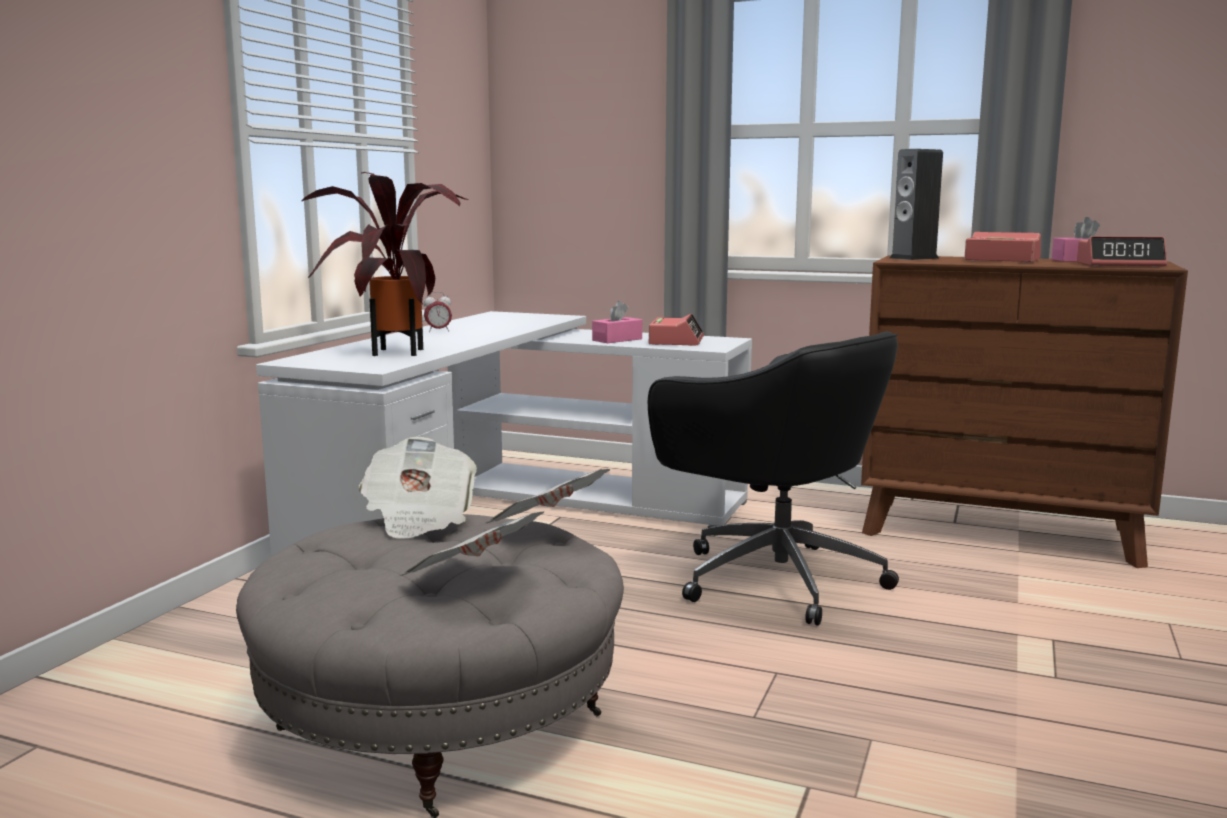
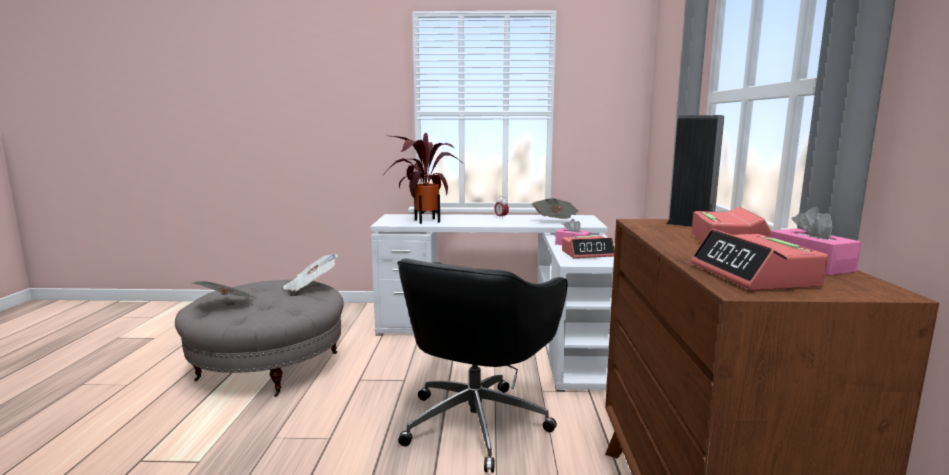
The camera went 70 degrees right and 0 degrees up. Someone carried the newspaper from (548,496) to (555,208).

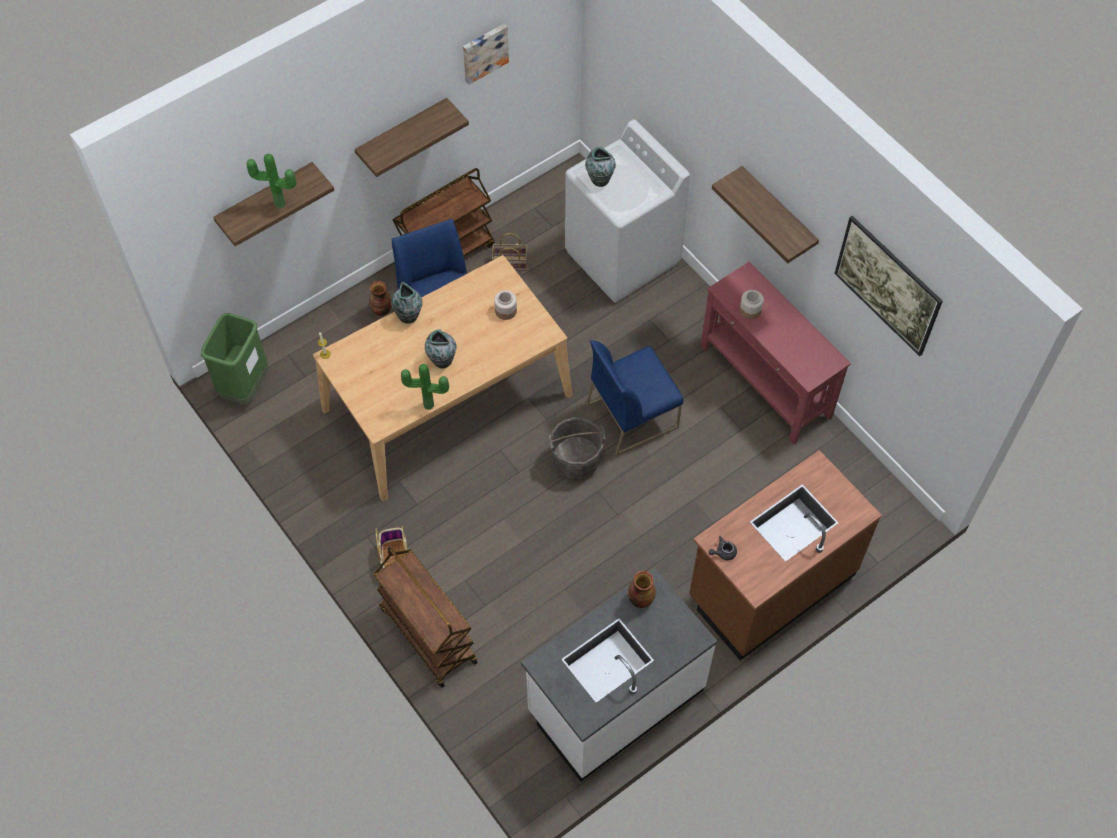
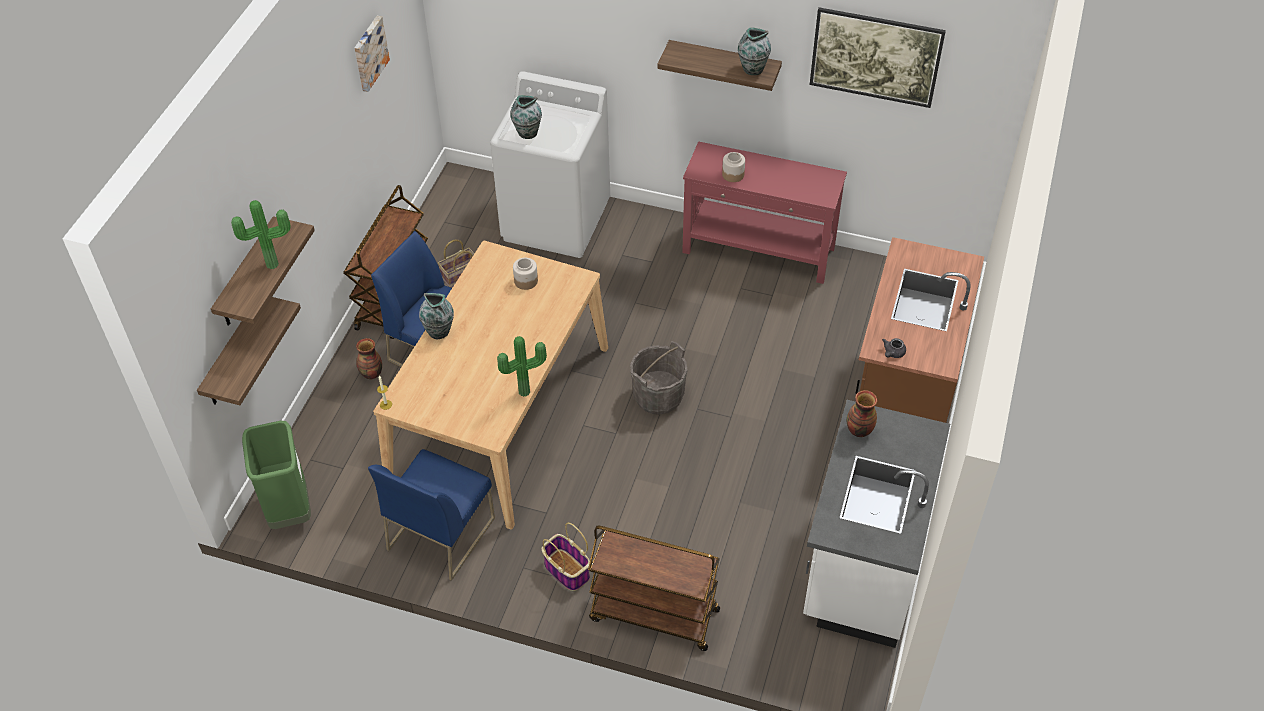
The camera went 35 degrees left and 10 degrees down. Someone carried the bracket shelf from (412,137) to (249,351). Someone carried the flower vase from (441,348) to (754,51). Someone carried the bluish plain chair from (634,398) to (431,515).

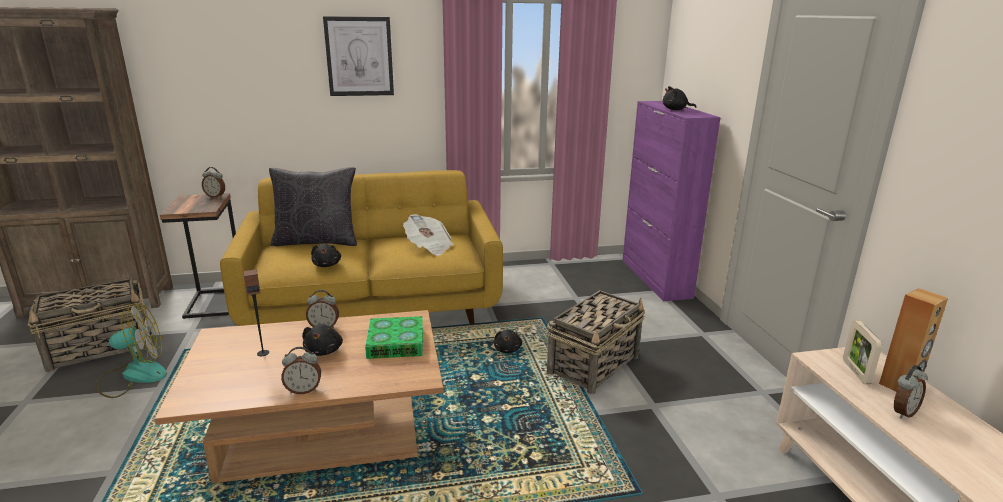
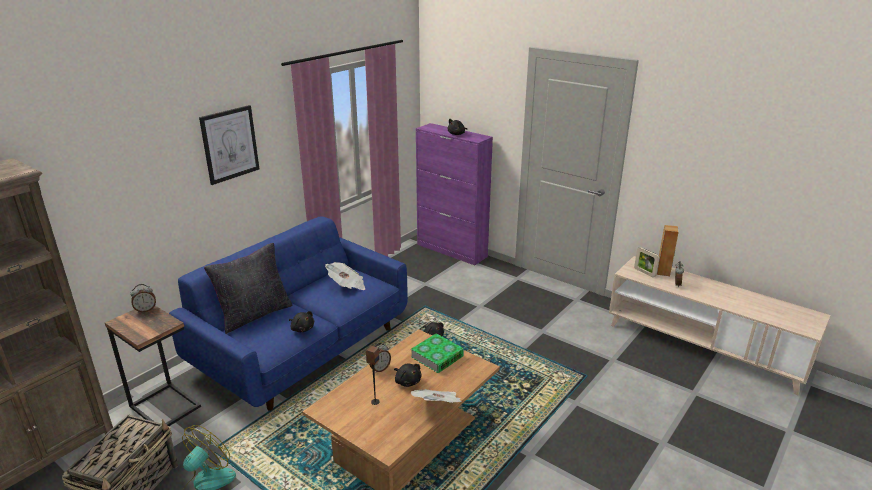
The camera went 40 degrees left and 5 degrees up. Someone repainted the yellowish sofa at (361,248), which became the bluish sofa at (288,313). Someone swapped the bedside clock at (301,370) for the newspaper at (436,396). Someone took away the basket at (596,342).

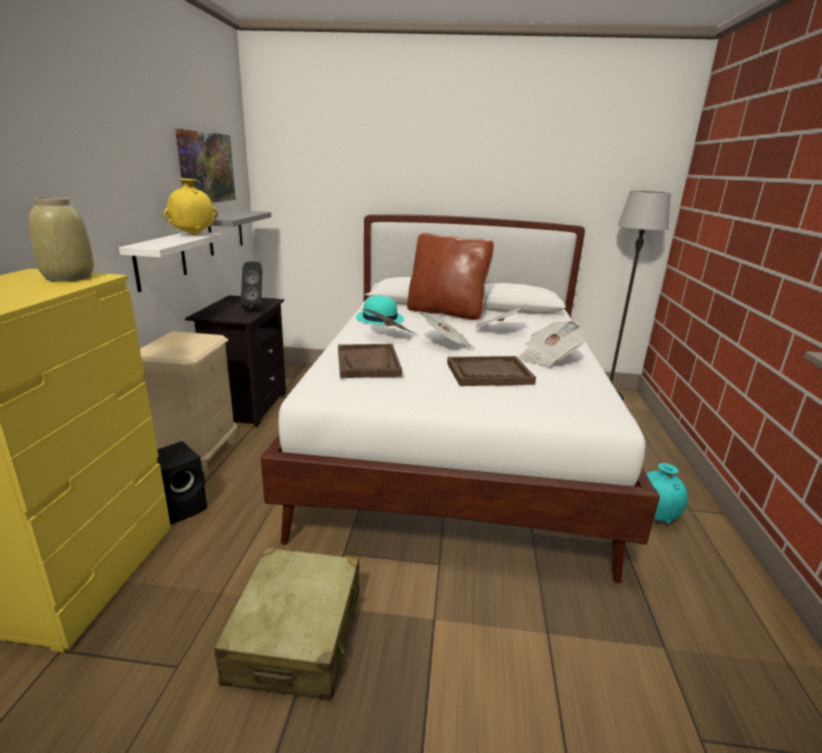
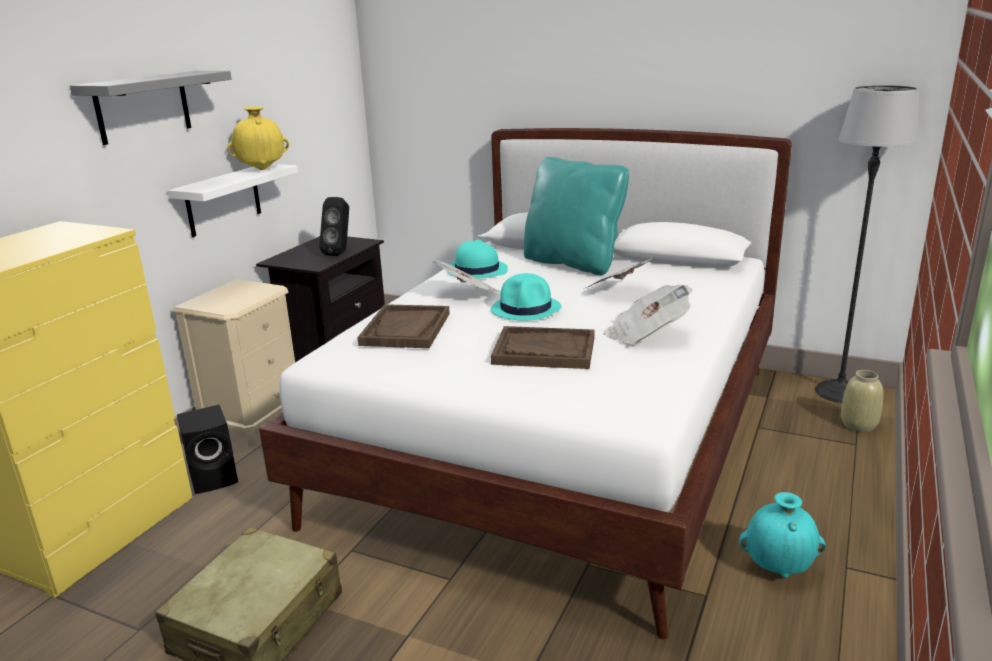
The camera went 20 degrees right and 0 degrees up. Someone carried the beige flower vase from (61,239) to (862,401). Someone took away the picture at (205,166). Someone carried the greyish bracket shelf from (239,233) to (151,108). Someone repainted the brown-coloured throw pillow at (450,276), which became the turquoise throw pillow at (576,216). Someone swapped the newspaper at (446,329) for the turquoise hat at (525,297).

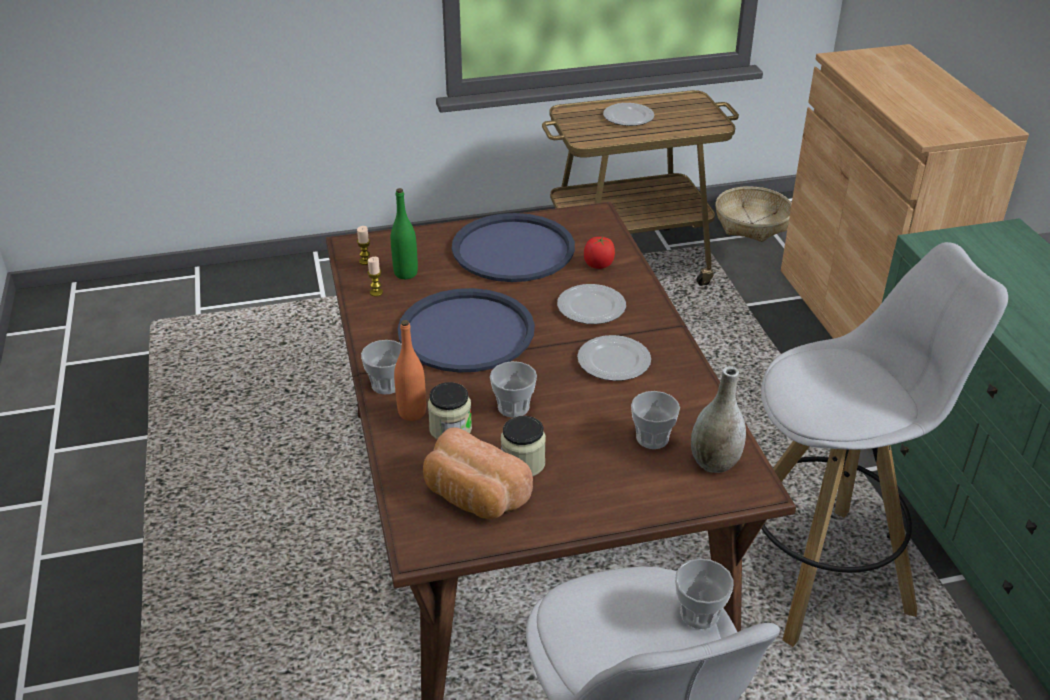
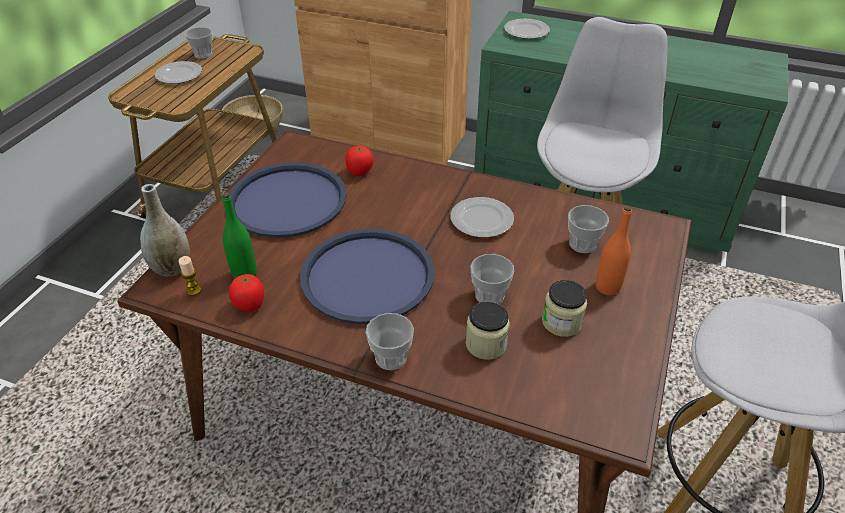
The camera went 55 degrees left and 5 degrees up. Someone swapped the candle at (375,277) for the tomato at (246,293). Someone carried the orange-coloured beverage bottle from (410,370) to (614,250). Someone took away the bakery bread at (478,473). Someone carried the dinner plate from (591,304) to (527,29). Someone carried the cup from (704,594) to (199,43). Someone carried the greyish flower vase from (718,419) to (165,230).

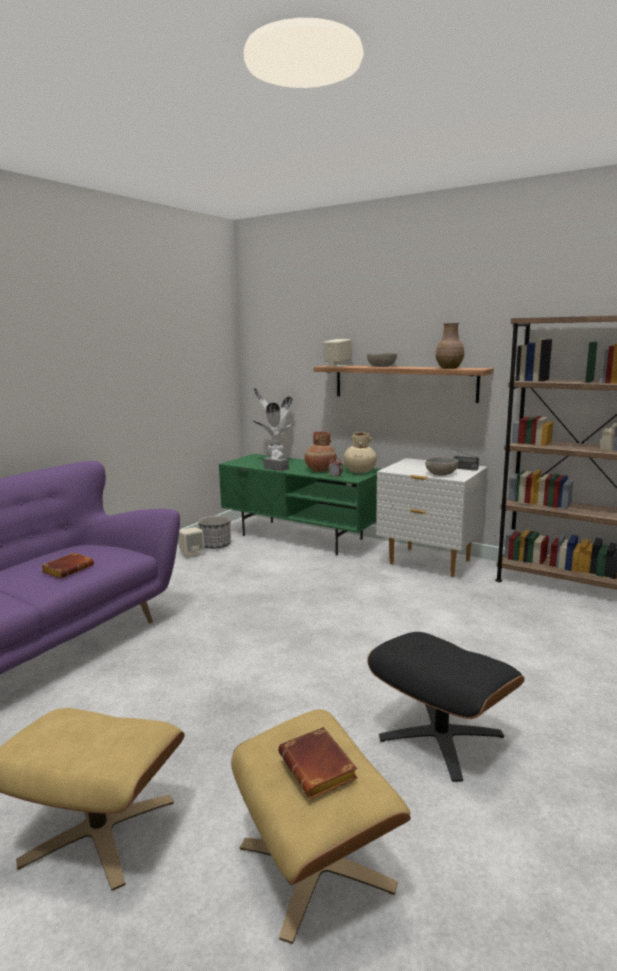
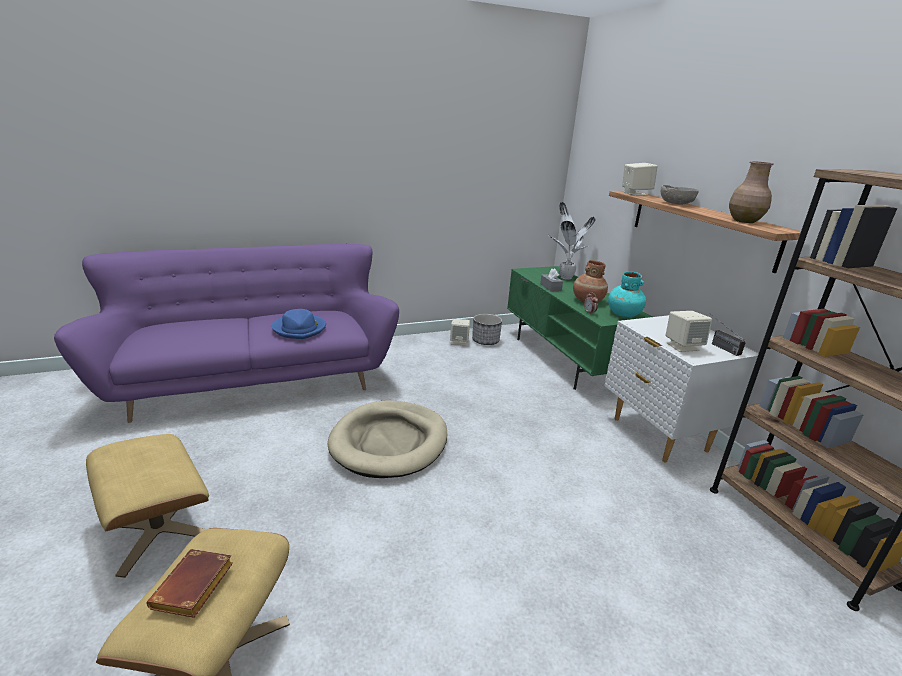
The camera went 35 degrees right and 10 degrees up. Someone swapped the brown-coloured volume at (67,566) for the bluish hat at (298,324). Someone repainted the beige flower vase at (360,452), which became the turquoise flower vase at (627,294). Someone took away the blackish footrest at (446,707). Someone swapped the greyish bowl at (441,466) for the beige audio speaker at (689,331). Someone put down the beige pet bed at (387,439).

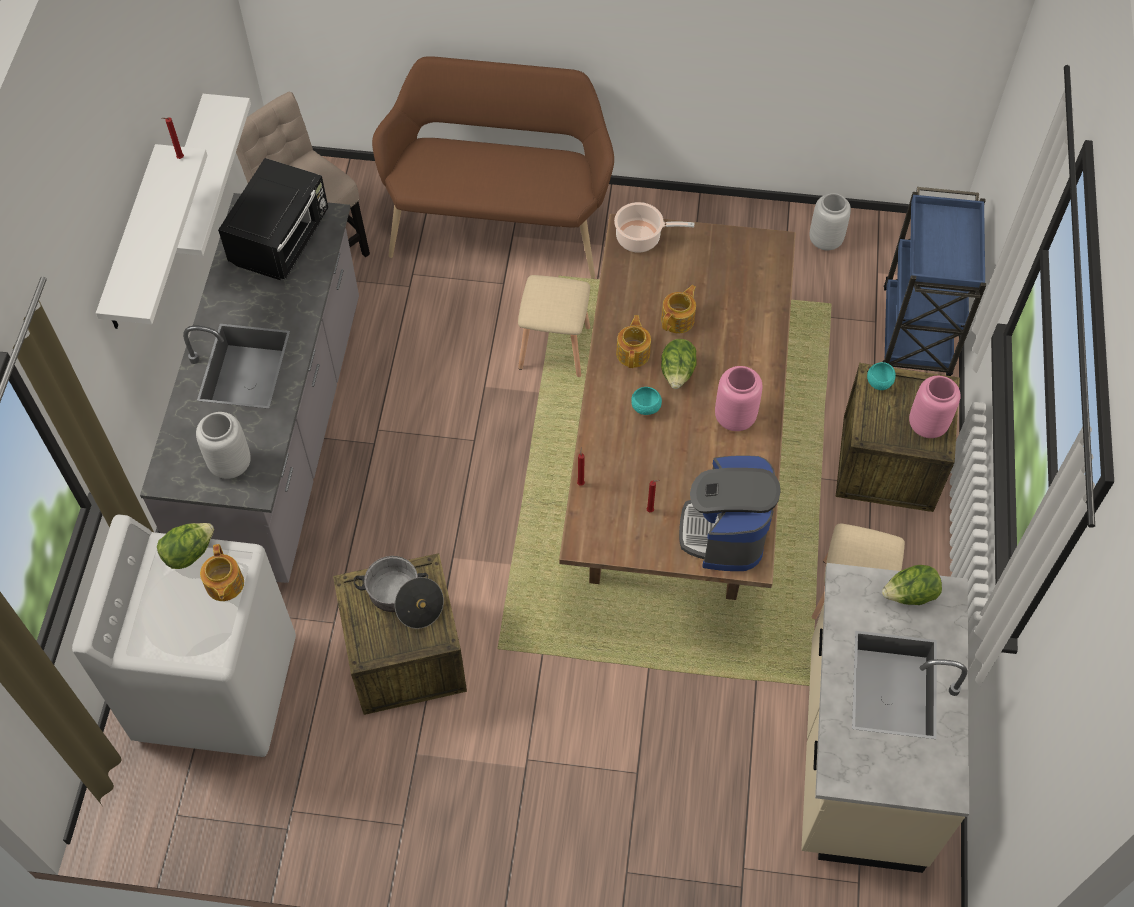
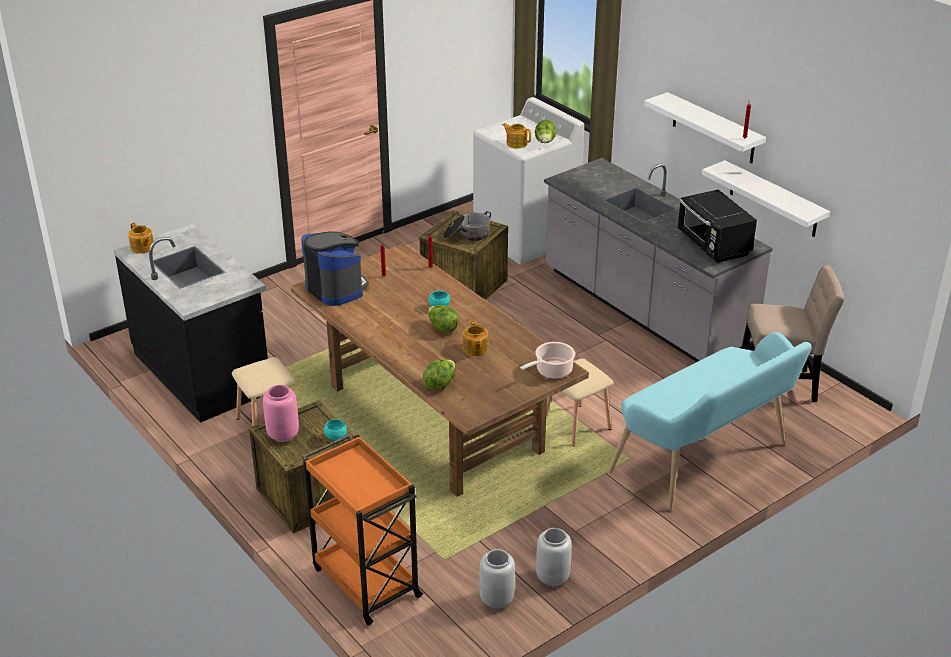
The camera went 135 degrees right and 25 degrees down. Someone carried the greyish flower vase from (223,445) to (554,557). Someone repainted the brown-coloured indoor bench at (493,167), which became the turquoise indoor bench at (710,421). Someone carried the teapot from (633,341) to (141,238). Someone took away the pinkish flower vase at (739,398). Someone repainted the beige counter at (885,718), which became the blackish counter at (191,323). Someone carried the lettuce head from (912,585) to (439,375). Someone repainted the bluish cart at (934,281), which became the orange-coloured cart at (362,530).

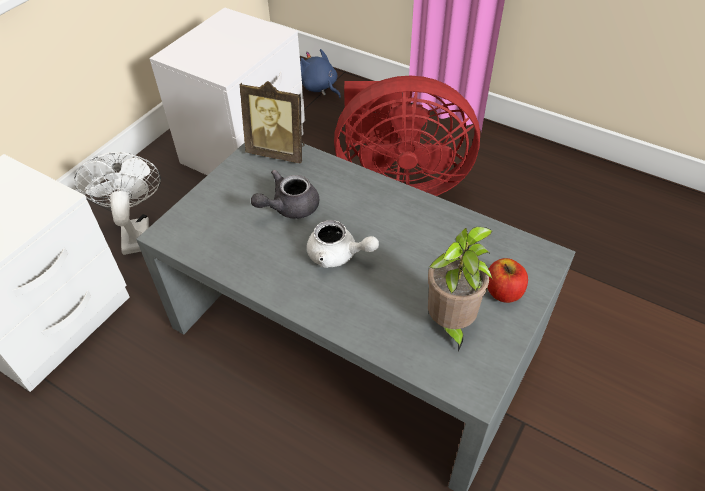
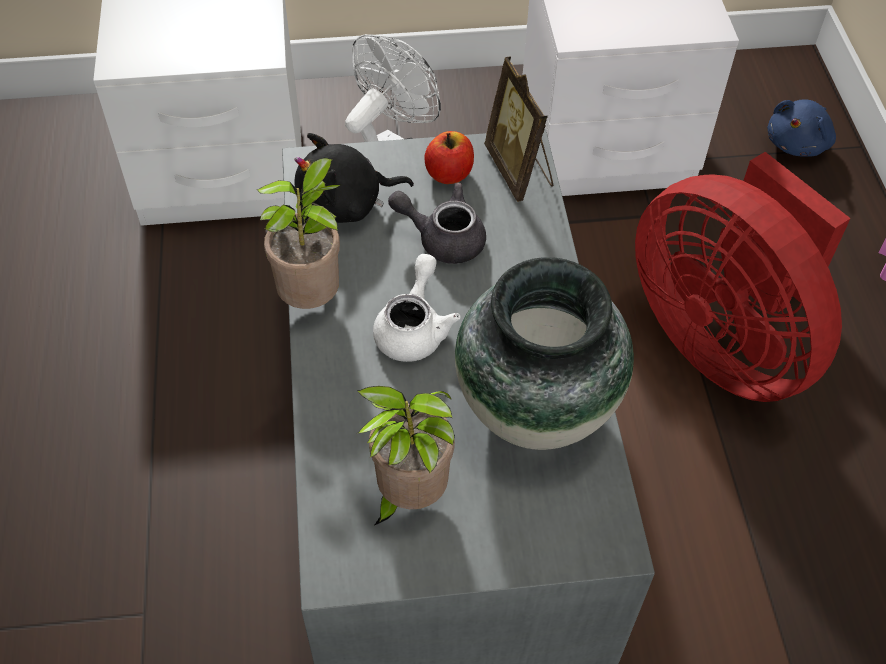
The camera went 50 degrees right and 5 degrees up. Someone rotated the bluish soft toy at (320,73) by 150 degrees counterclockwise. Someone rotated the white teapot at (343,244) by 150 degrees counterclockwise. Someone carried the whole apple from (508,280) to (449,157). Someone put down the potted plant at (298,233). Someone put down the blackish soft toy at (354,178). Someone put down the flower vase at (544,353).

